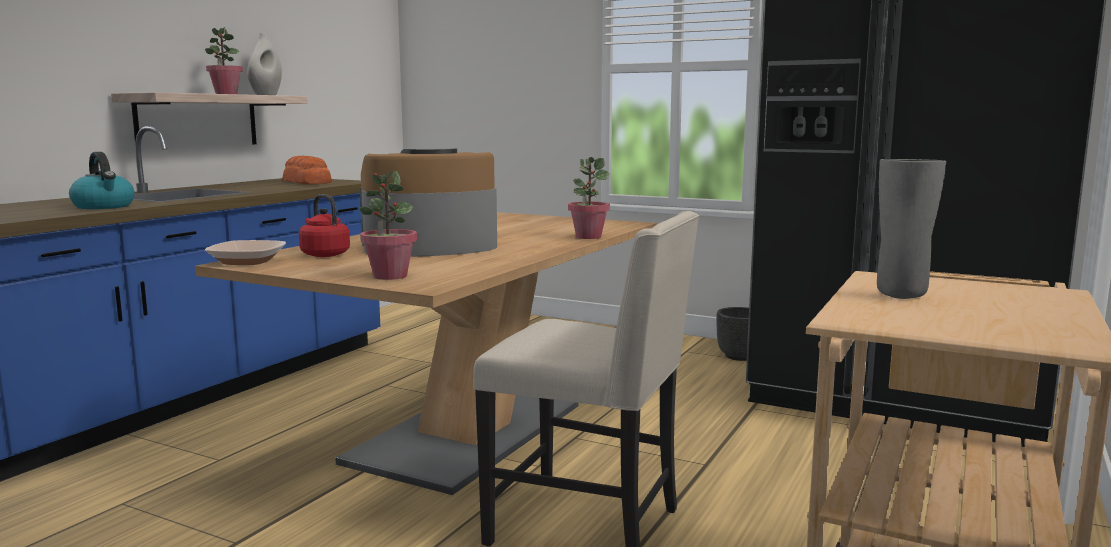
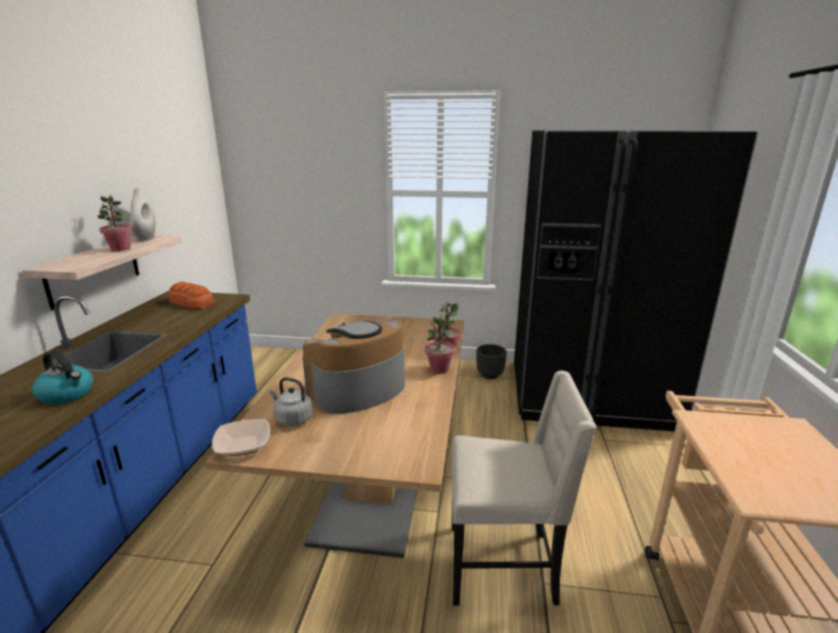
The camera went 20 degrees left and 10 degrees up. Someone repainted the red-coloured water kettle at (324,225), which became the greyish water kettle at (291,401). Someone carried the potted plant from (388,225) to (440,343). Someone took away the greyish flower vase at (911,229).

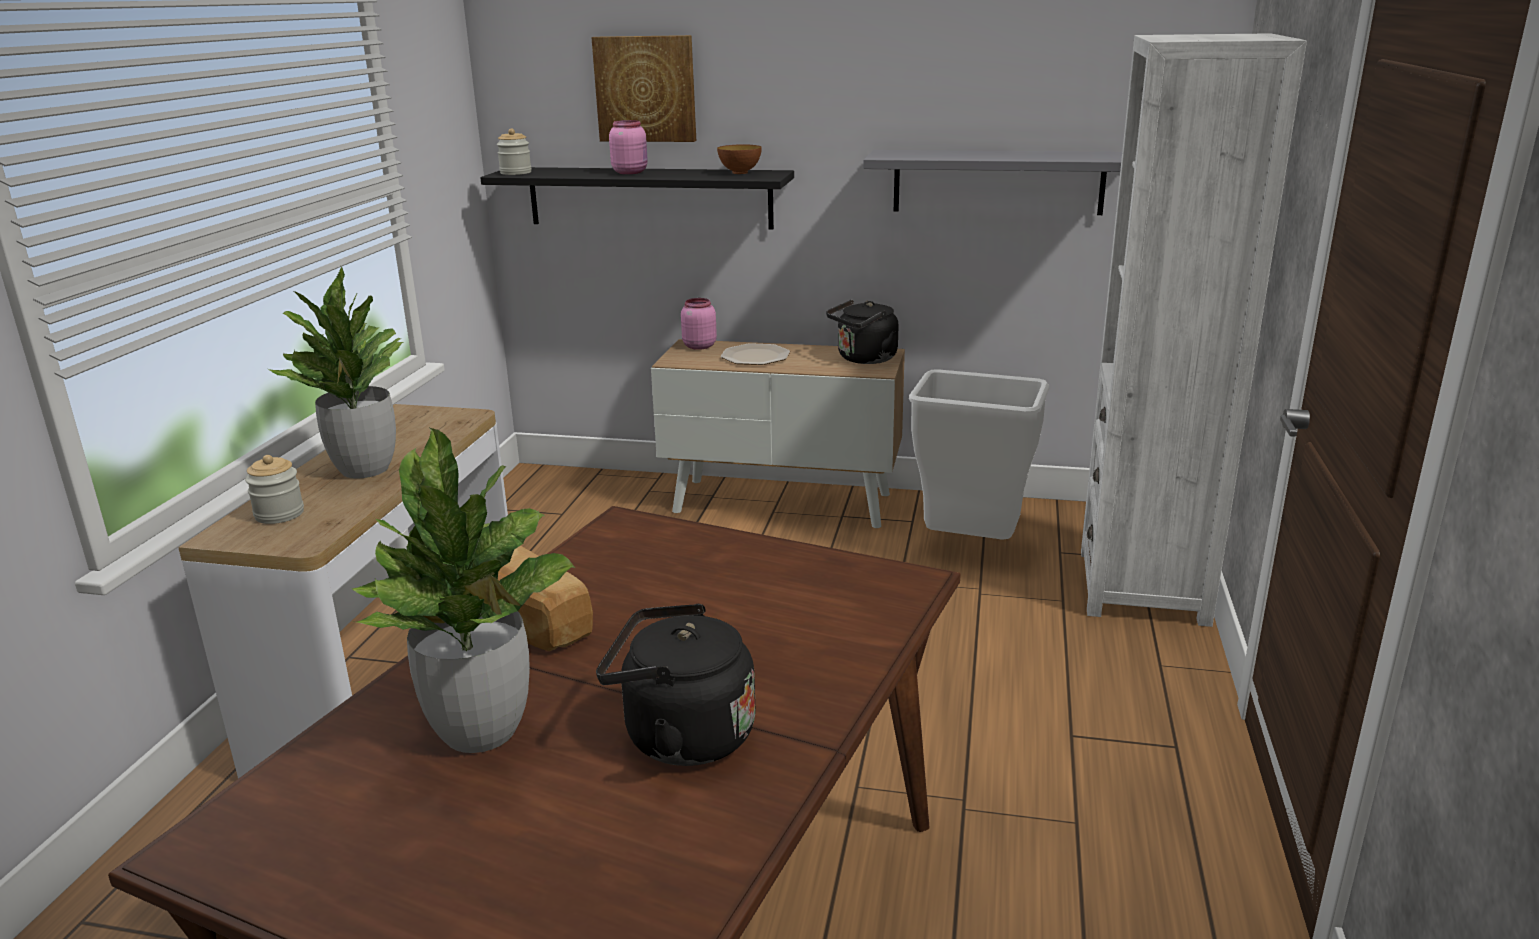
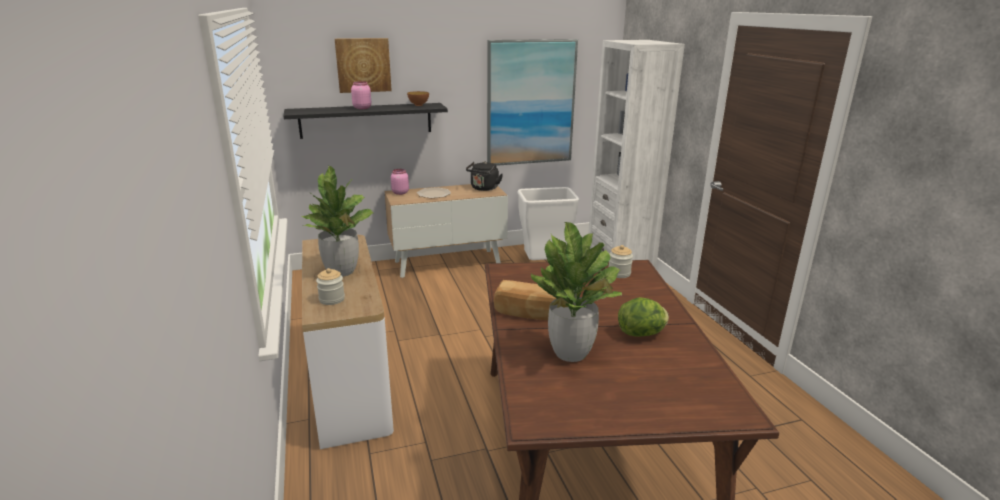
The camera went 30 degrees left and 0 degrees up. Someone carried the storage jar from (514,151) to (621,261). Someone swapped the blackish water kettle at (676,685) for the lettuce head at (643,317). Someone swapped the greyish bracket shelf at (992,182) for the picture at (532,102).

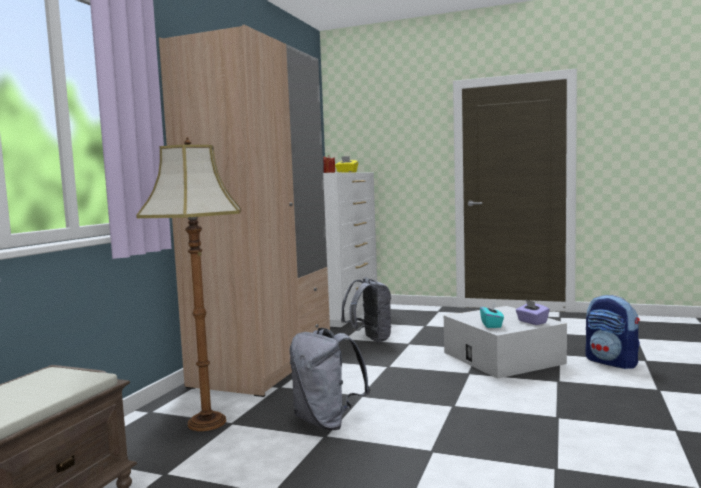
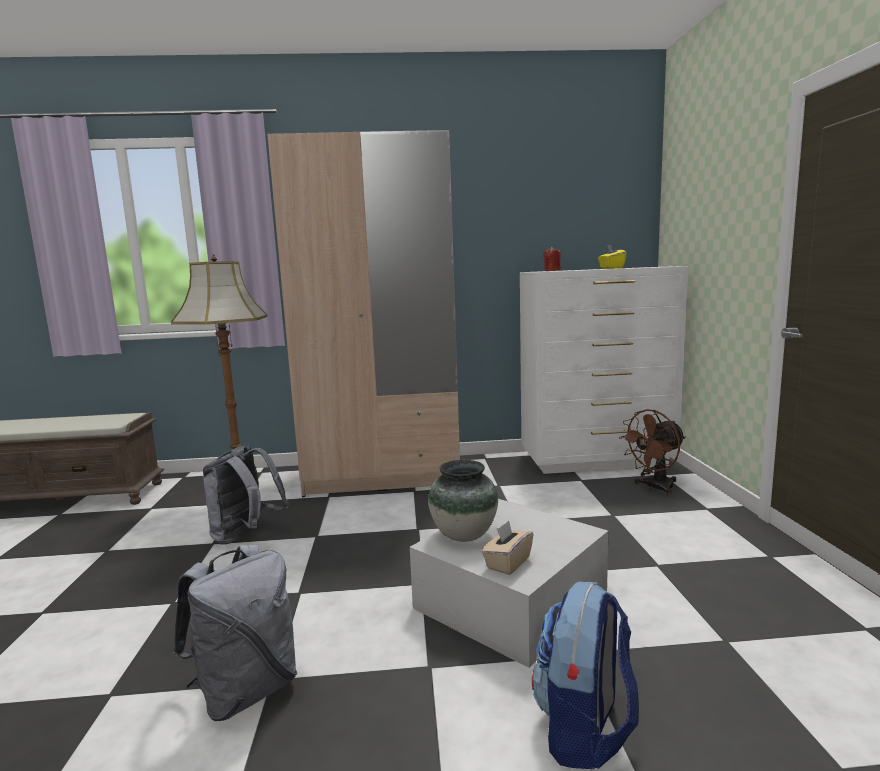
The camera went 65 degrees right and 5 degrees up. Someone carried the greyish backpack from (366,309) to (235,632). Someone swapped the turquoise tissue holder at (492,315) for the flower vase at (463,501). Someone repainted the purple tissue holder at (533,312), which became the beige tissue holder at (508,548). Someone put down the brown-coloured electric fan at (652,452).

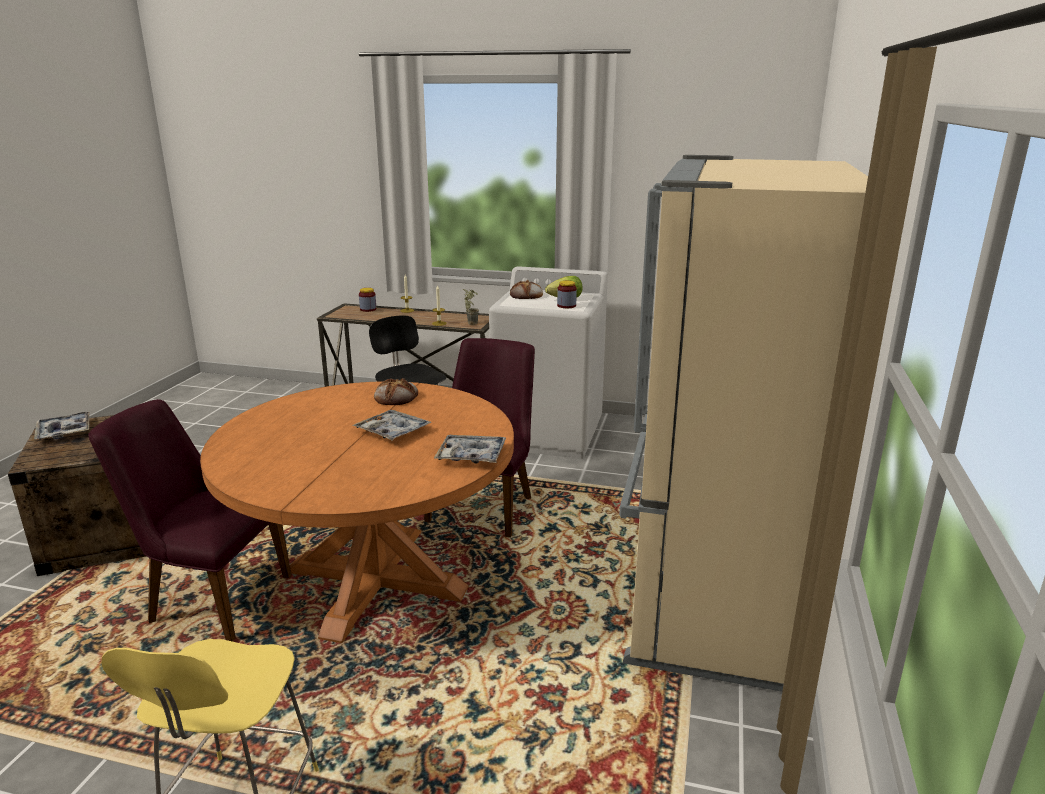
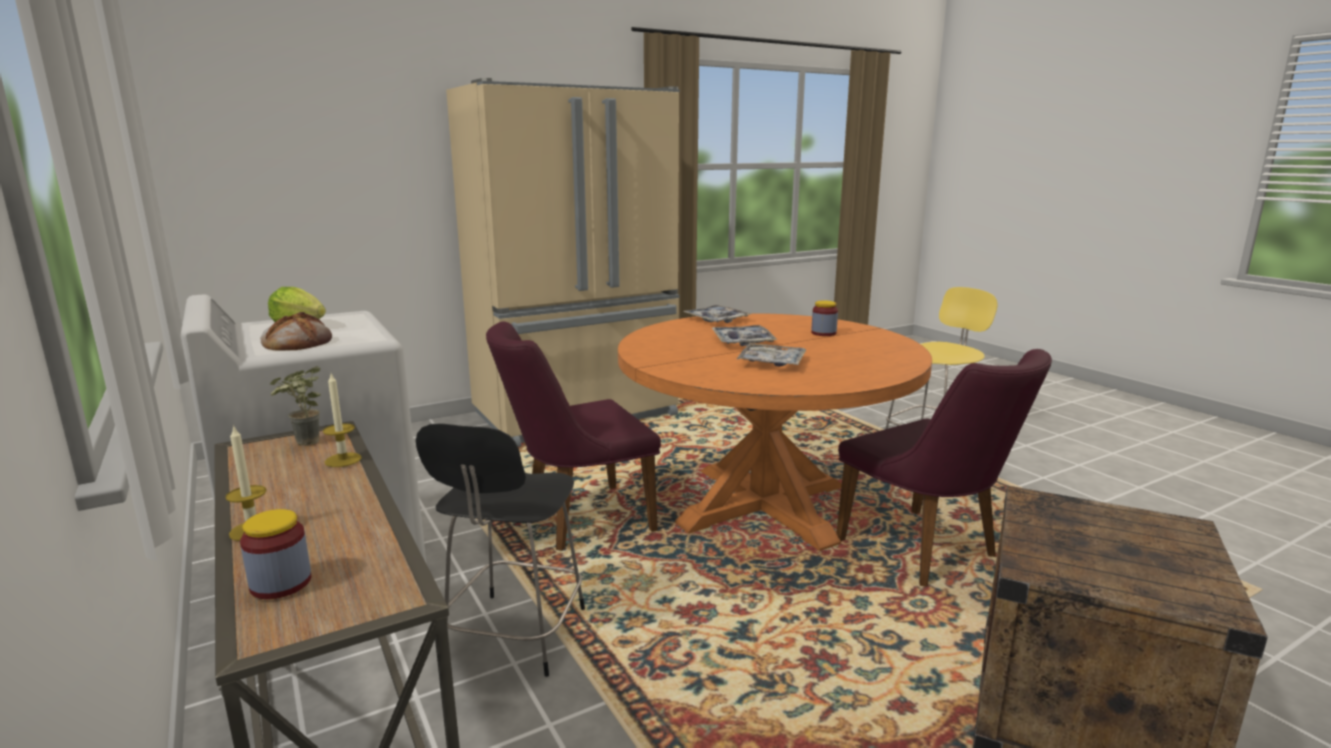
The camera went 135 degrees left and 5 degrees down. Someone carried the tray from (62,426) to (771,354). Someone took away the bakery bread at (396,391). Someone carried the storage jar from (567,294) to (824,318).

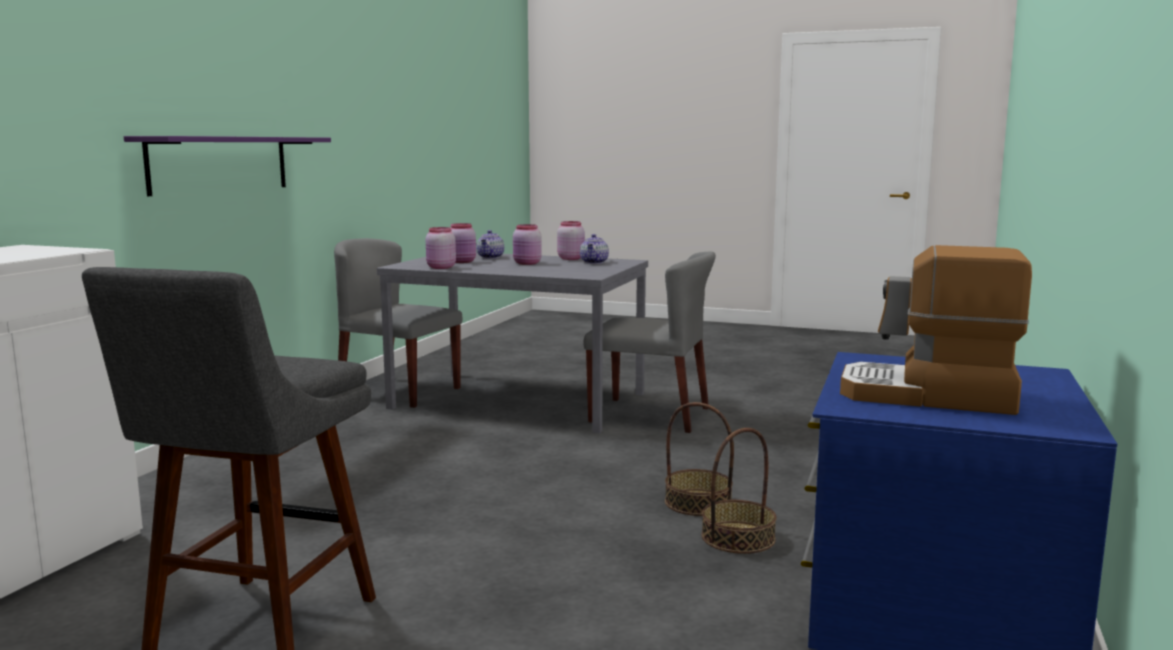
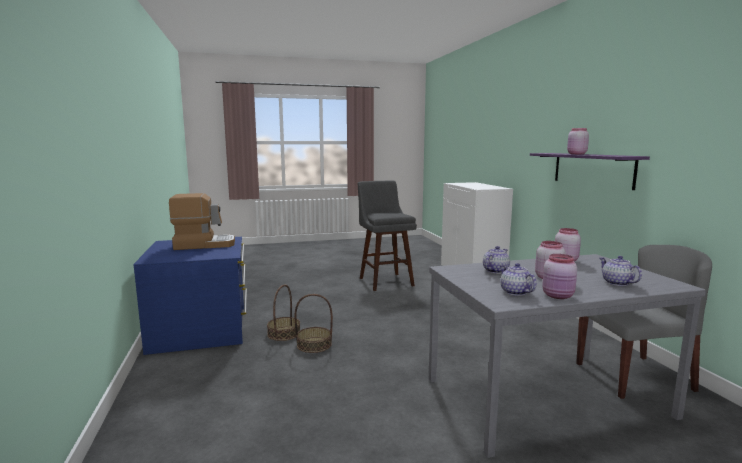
The camera went 145 degrees right and 0 degrees up. Someone carried the pinkish storage jar from (463,243) to (578,141). Someone took away the greyish plain chair at (650,342). Someone put down the teapot at (496,260).

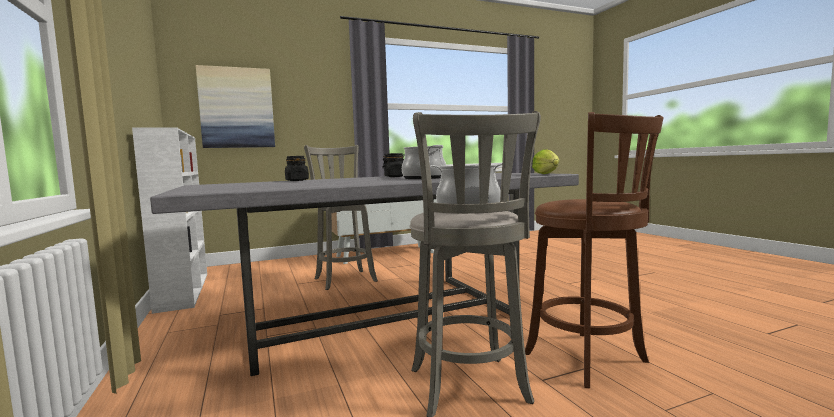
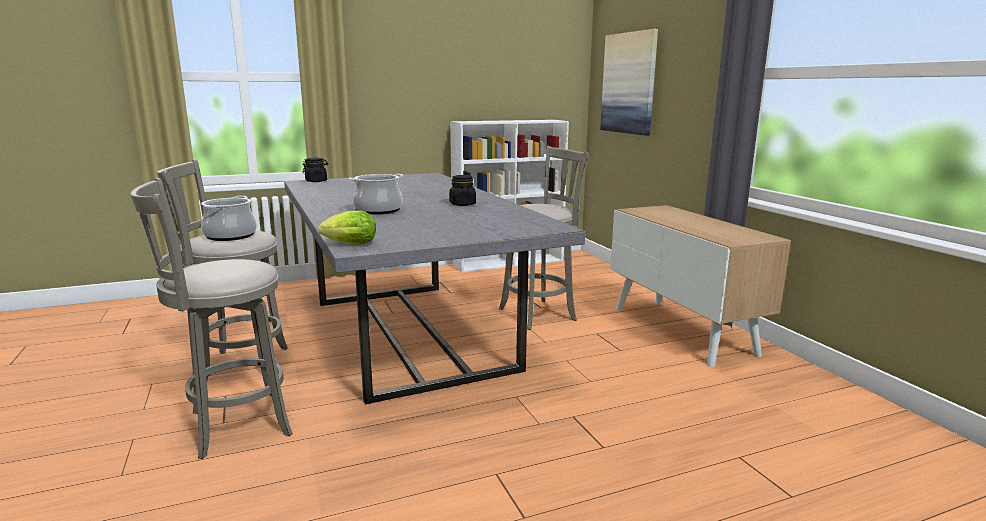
The camera went 90 degrees right and 10 degrees up. Someone carried the blackish storage jar from (297,168) to (315,170). Someone repainted the brown-coloured sitting stool at (594,250), which became the greyish sitting stool at (211,318).

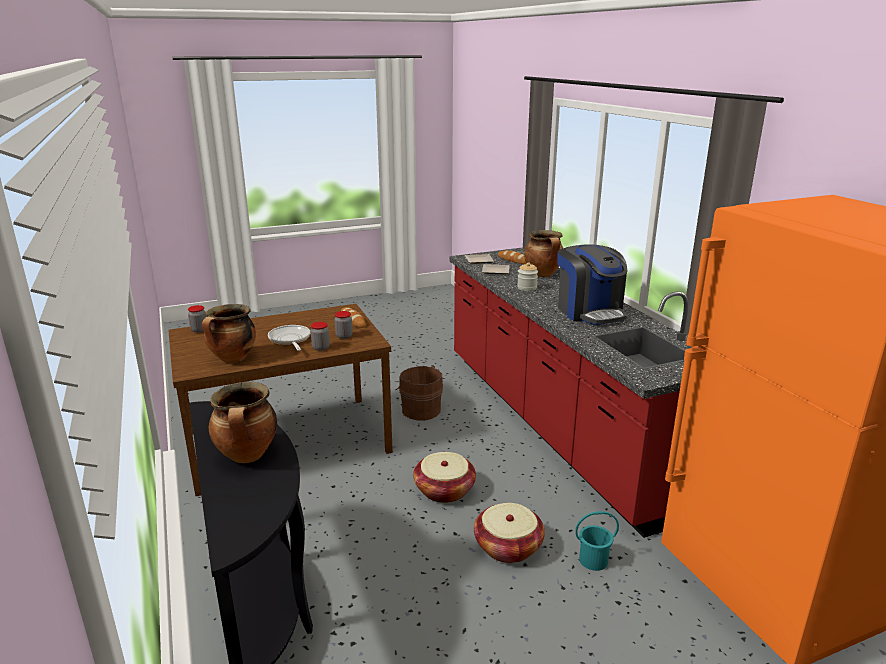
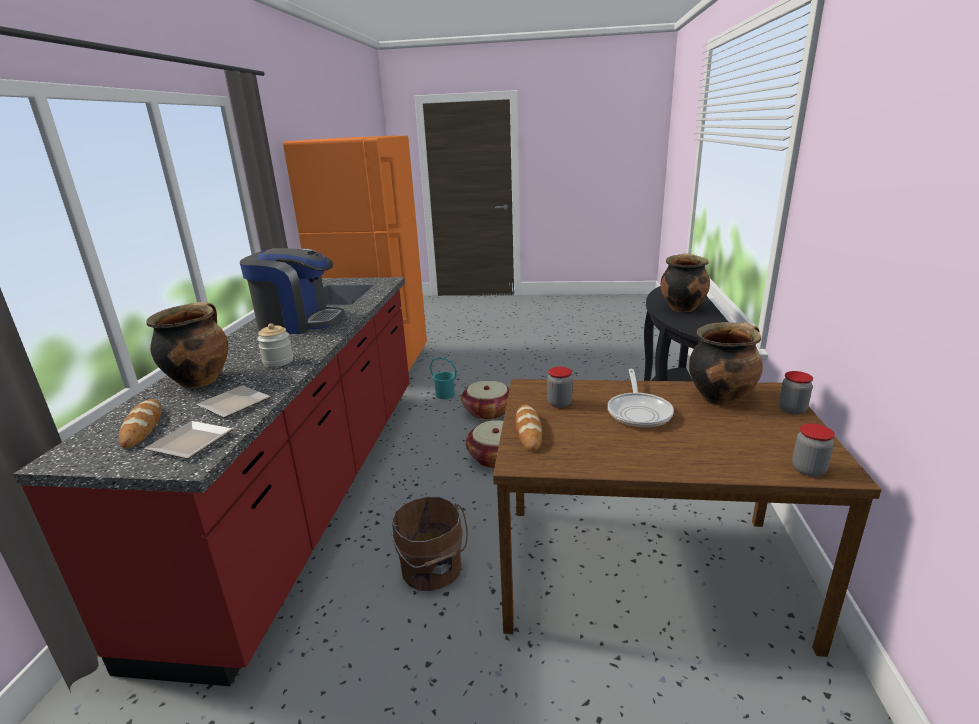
The camera went 150 degrees left and 0 degrees up. Someone carried the storage jar from (320,336) to (796,393). Someone rotated the coffee brewer at (592,284) by 90 degrees clockwise.

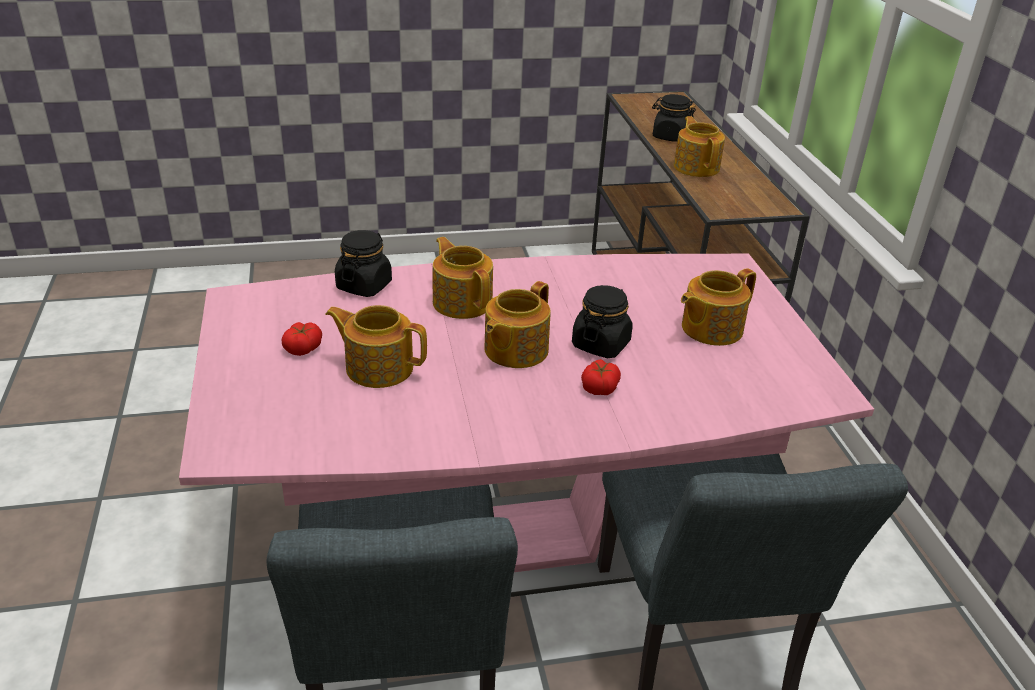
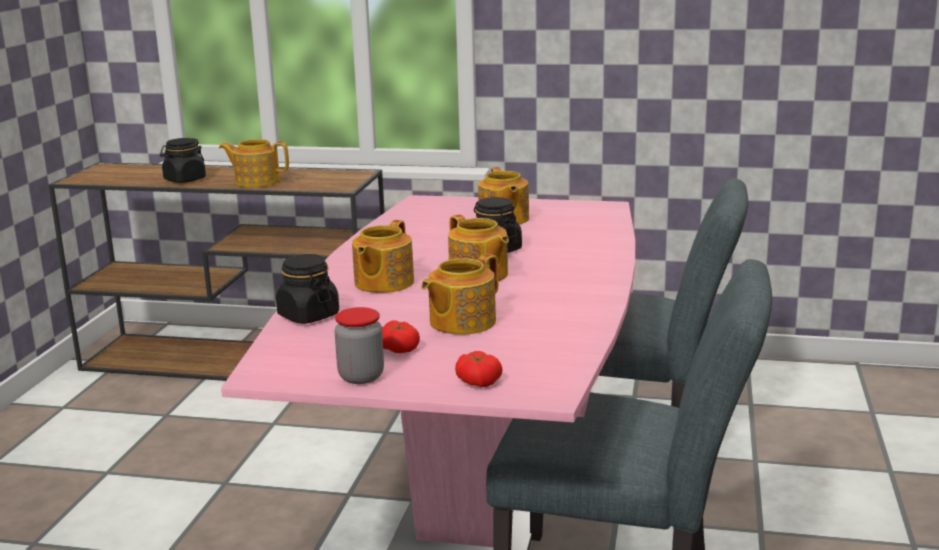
The camera went 65 degrees left and 15 degrees down. Someone rotated the teapot at (463,278) by 60 degrees counterclockwise. Someone carried the tomato from (601,377) to (479,369). Someone put down the storage jar at (359,345).

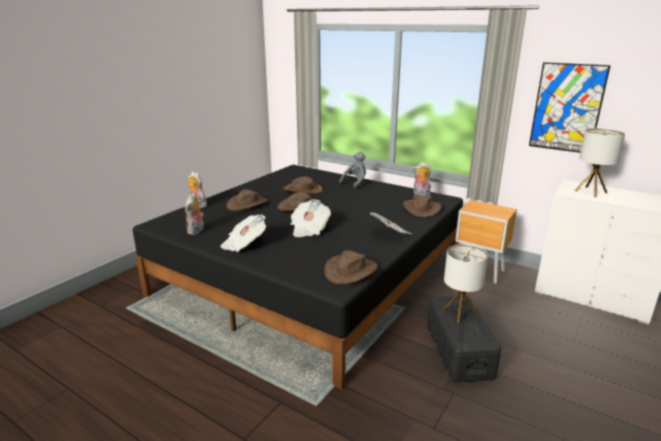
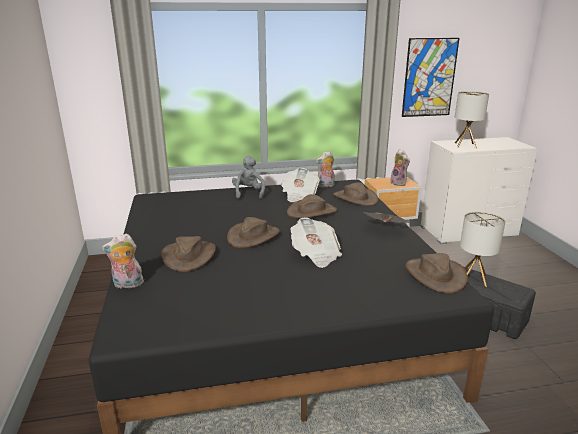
The camera went 45 degrees left and 0 degrees up. Someone carried the soft toy from (194,213) to (400,167). Someone carried the newspaper from (243,233) to (300,185). Someone carried the brown-coloured hat from (303,185) to (312,206).

